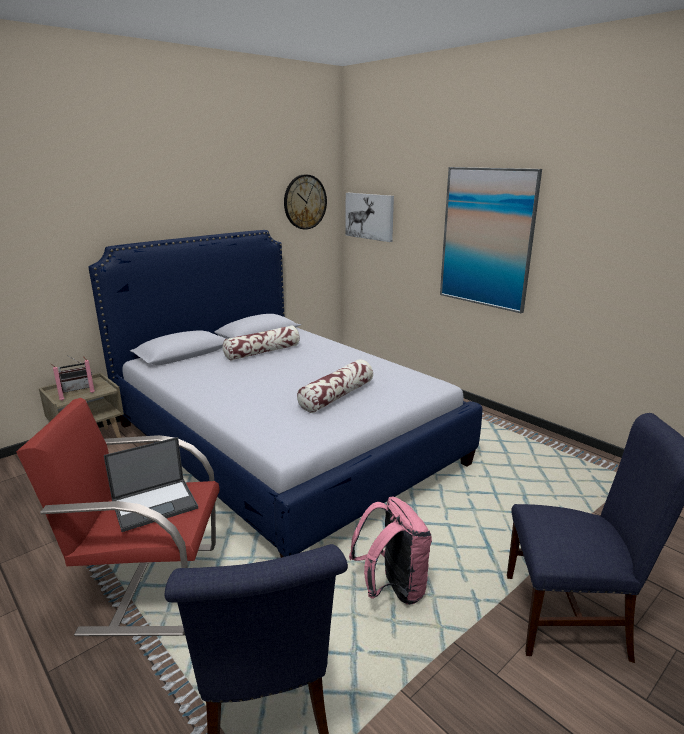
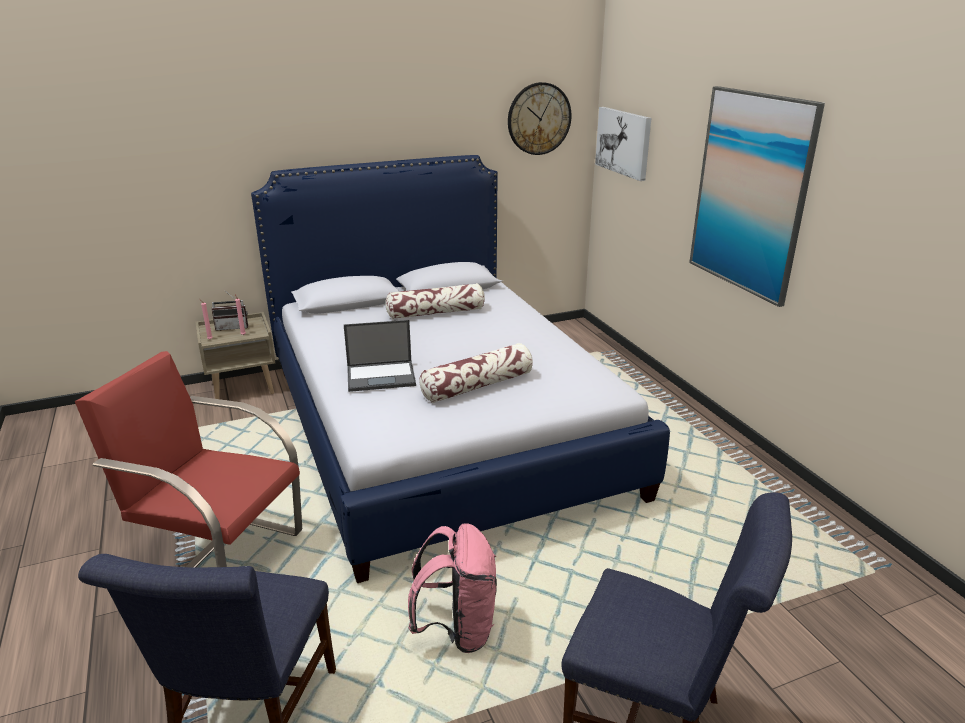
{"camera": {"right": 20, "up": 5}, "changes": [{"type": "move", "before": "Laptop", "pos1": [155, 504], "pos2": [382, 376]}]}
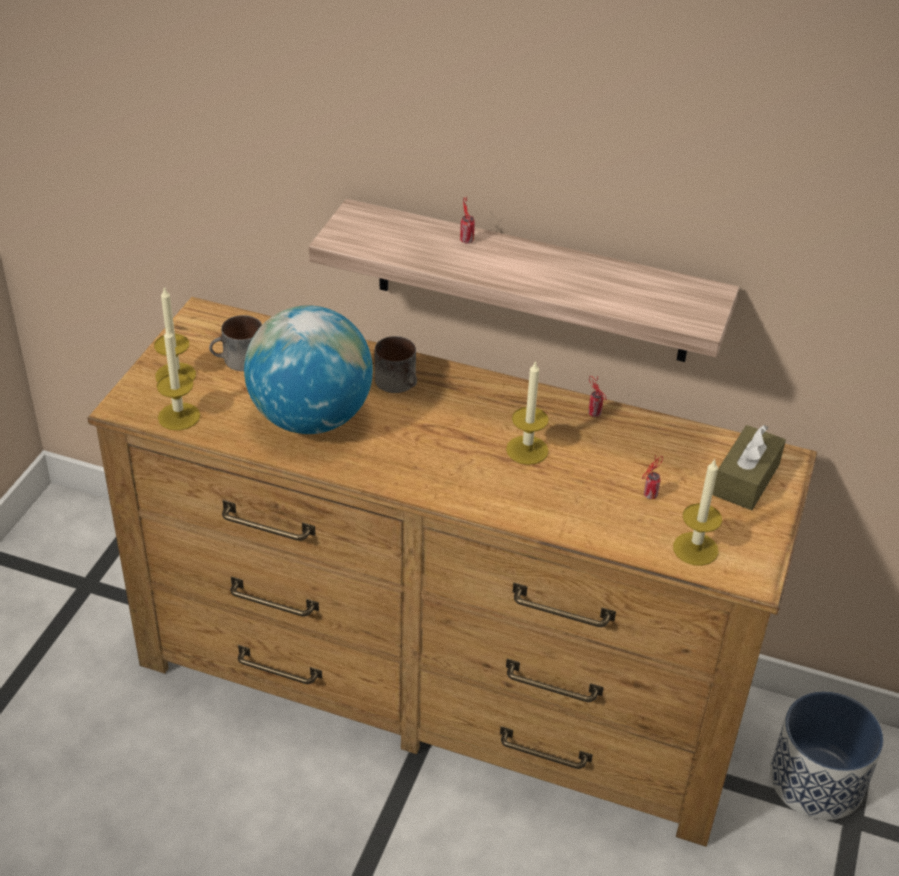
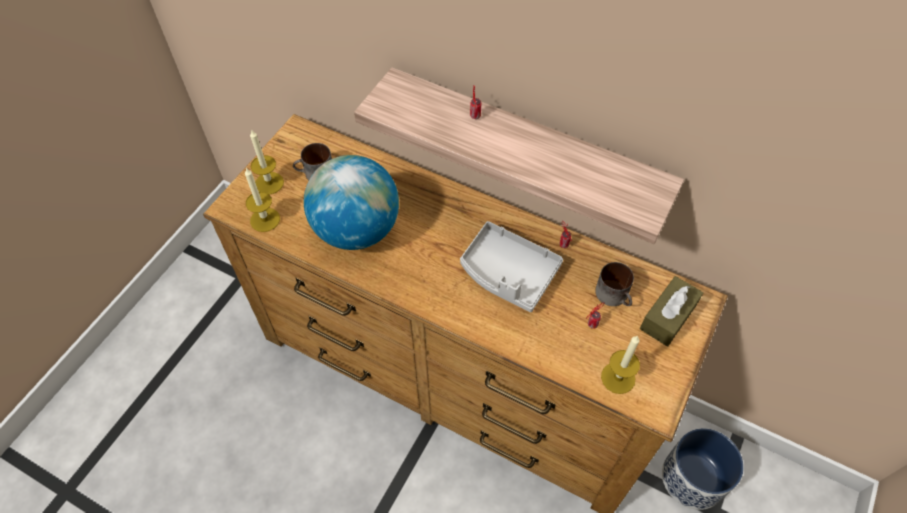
{"camera": {"right": 10, "up": 15}, "changes": [{"type": "move", "before": "Henkelbecher", "pos1": [400, 382], "pos2": [615, 295]}, {"type": "replace", "before": "Kerze", "after": "Tablett [grau]", "pos1": [527, 450], "pos2": [508, 273]}]}
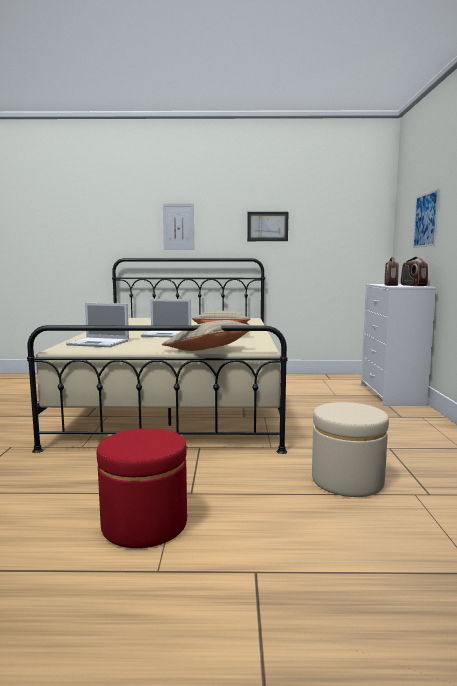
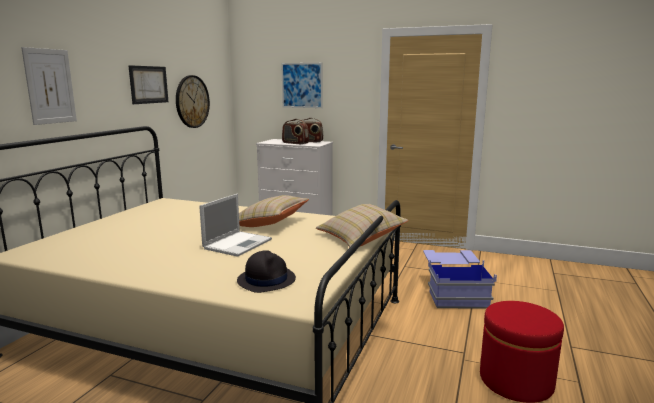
{"camera": {"right": -70, "up": 5}, "changes": [{"type": "replace", "before": "Laptop", "after": "Hut [schwarz]", "pos1": [99, 343], "pos2": [266, 279]}, {"type": "replace", "before": "Polsterhocker [beige]", "after": "Aufbewahrungsbox [blau]", "pos1": [347, 481], "pos2": [453, 292]}, {"type": "insert", "after": "Wanduhr", "pos2": [192, 101]}]}
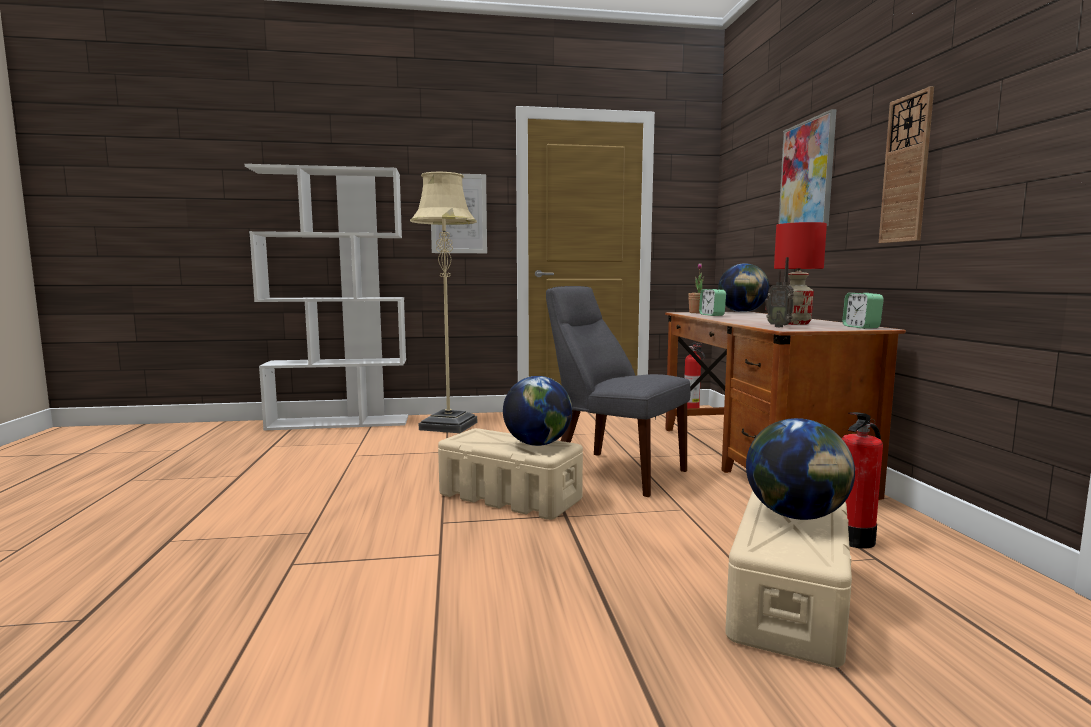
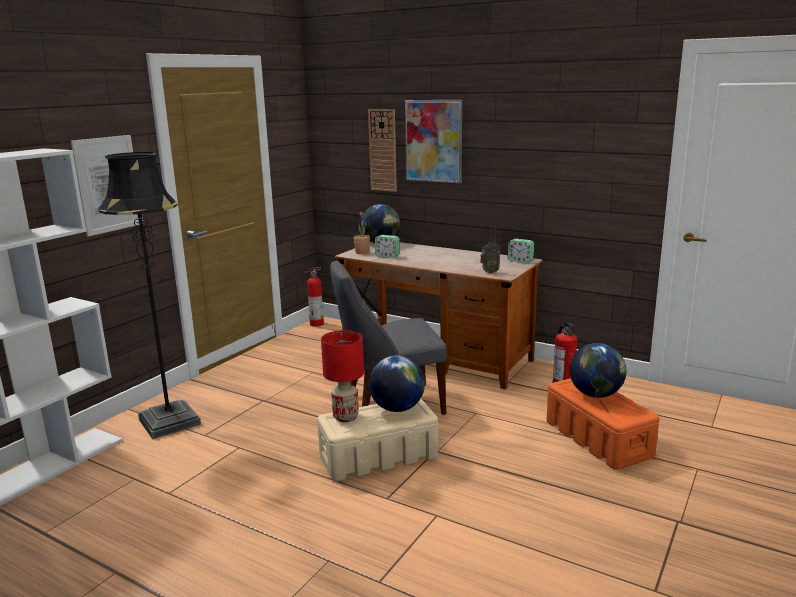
{"camera": {"right": -50, "up": 10}, "changes": [{"type": "move", "before": "Wanduhr", "pos1": [906, 169], "pos2": [383, 150]}, {"type": "recolor", "before": "Stehlampe [beige]", "after": "Stehlampe [schwarz]", "pos1": [448, 426], "pos2": [170, 422]}, {"type": "move", "before": "Tischlampe [rot]", "pos1": [794, 323], "pos2": [345, 417]}, {"type": "recolor", "before": "Aufbewahrungsbox [beige]", "after": "Aufbewahrungsbox [orange]", "pos1": [789, 599], "pos2": [597, 438]}]}
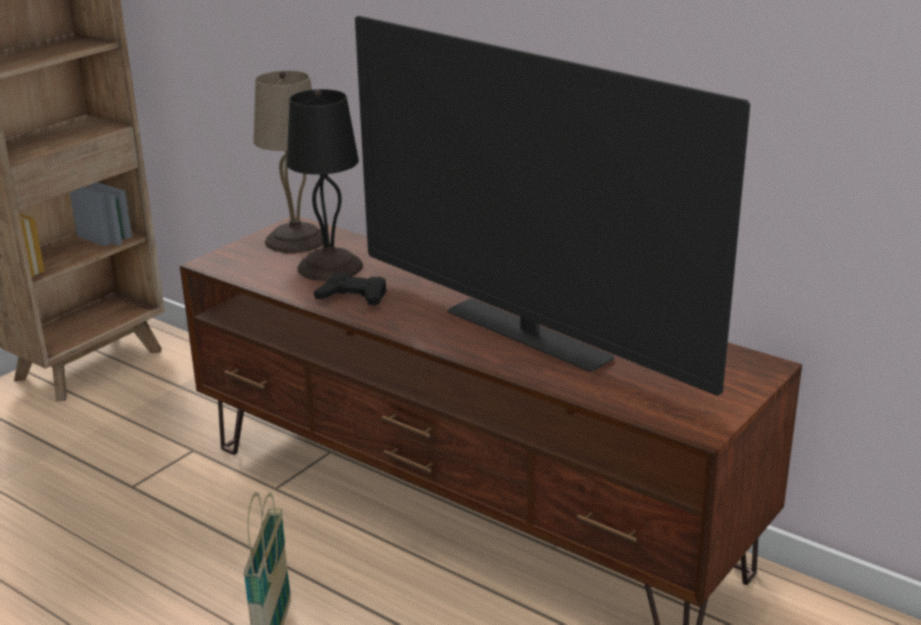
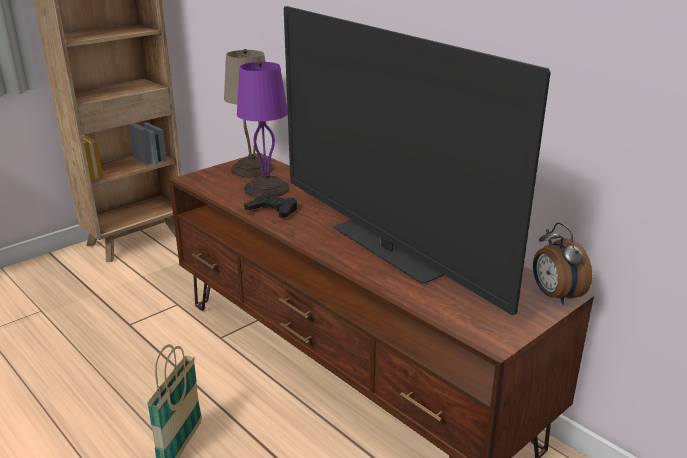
{"camera": {"right": 10, "up": 0}, "changes": [{"type": "recolor", "before": "Tischlampe [schwarz]", "after": "Tischlampe [lila]", "pos1": [329, 266], "pos2": [266, 188]}, {"type": "insert", "after": "Wecker", "pos2": [554, 296]}]}
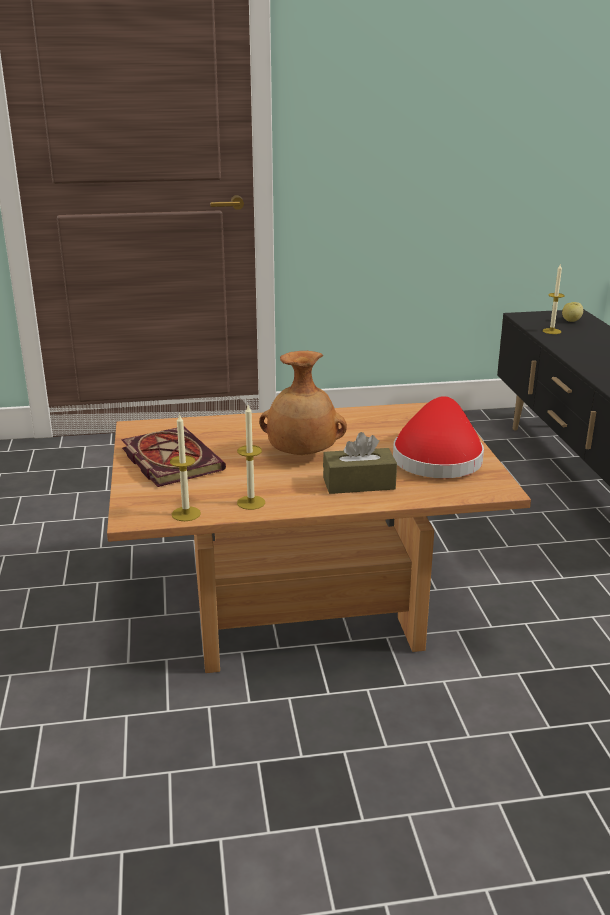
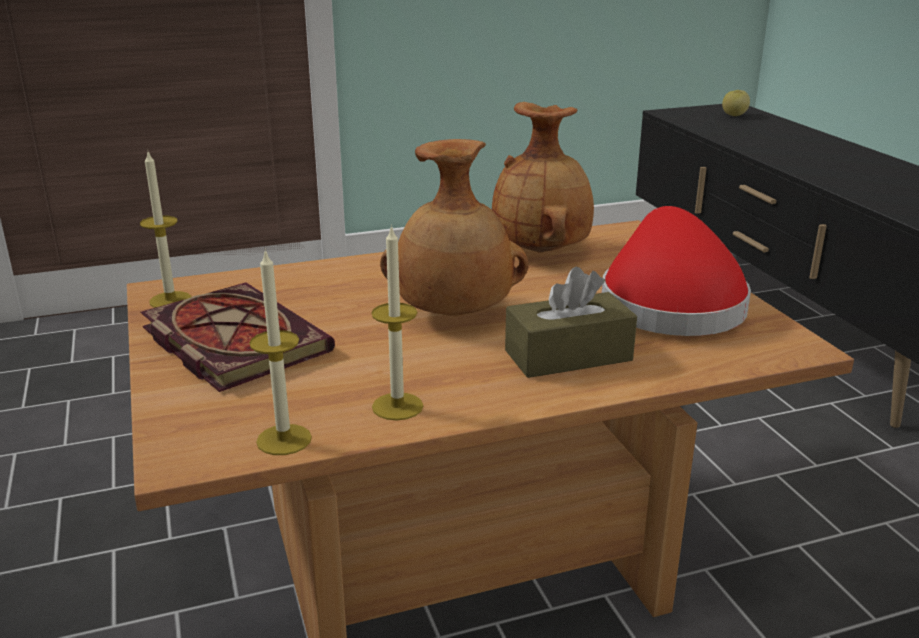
{"camera": {"right": -10, "up": 0}, "changes": [{"type": "move", "before": "Kerze", "pos1": [551, 331], "pos2": [170, 300]}, {"type": "insert", "after": "Vase [braun]", "pos2": [542, 251]}]}
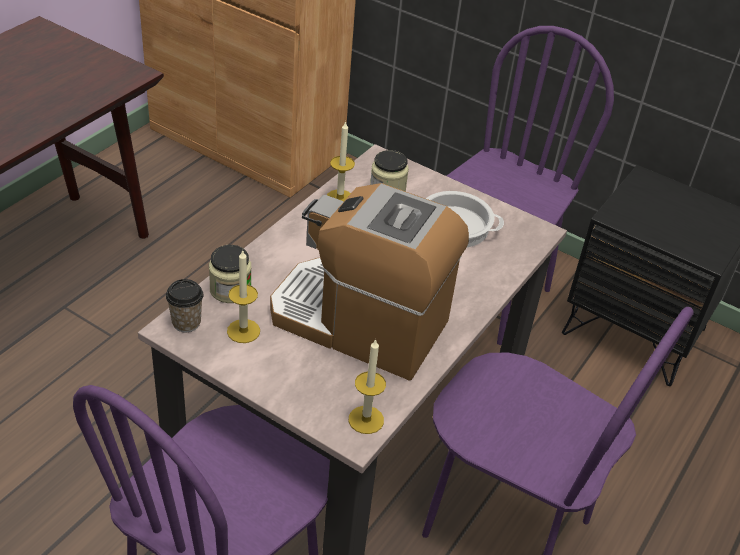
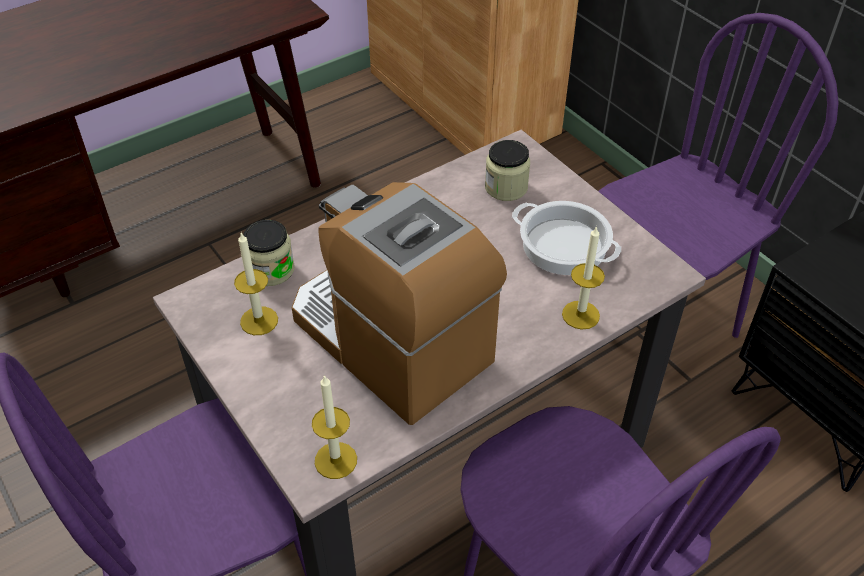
{"camera": {"right": 25, "up": 5}, "changes": [{"type": "move", "before": "Kerze", "pos1": [339, 198], "pos2": [580, 315]}, {"type": "delete", "before": "Tasse", "pos1": [186, 323]}]}
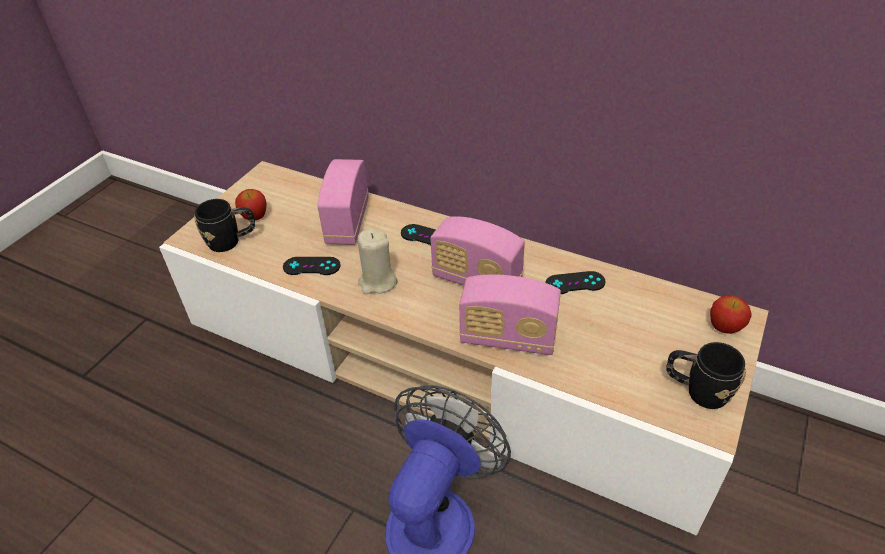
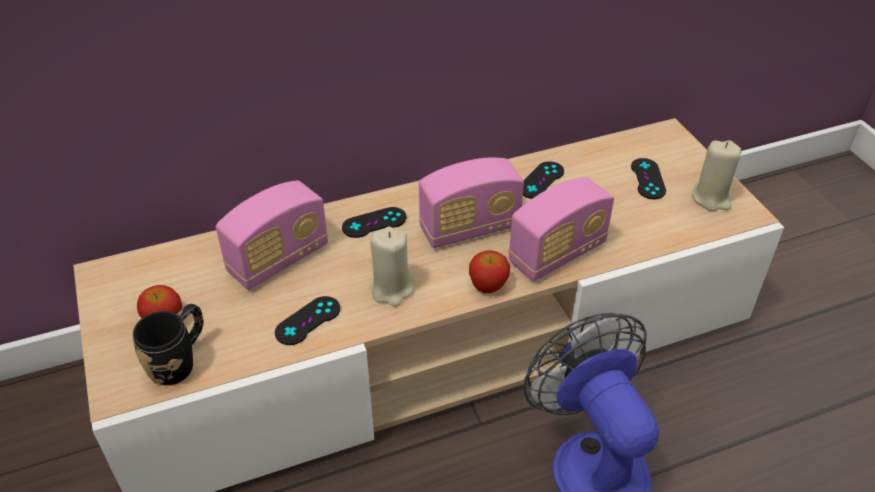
{"camera": {"right": -50, "up": 0}, "changes": [{"type": "rotate", "before": "Radio", "pos1": [347, 222], "pos2": [278, 259], "turn": -90}, {"type": "move", "before": "Apfel", "pos1": [725, 327], "pos2": [488, 285]}, {"type": "replace", "before": "Henkelbecher [schwarz]", "after": "Kerze [beige]", "pos1": [697, 391], "pos2": [711, 198]}, {"type": "insert", "after": "Gamepad [schwarz]", "pos2": [648, 179]}]}
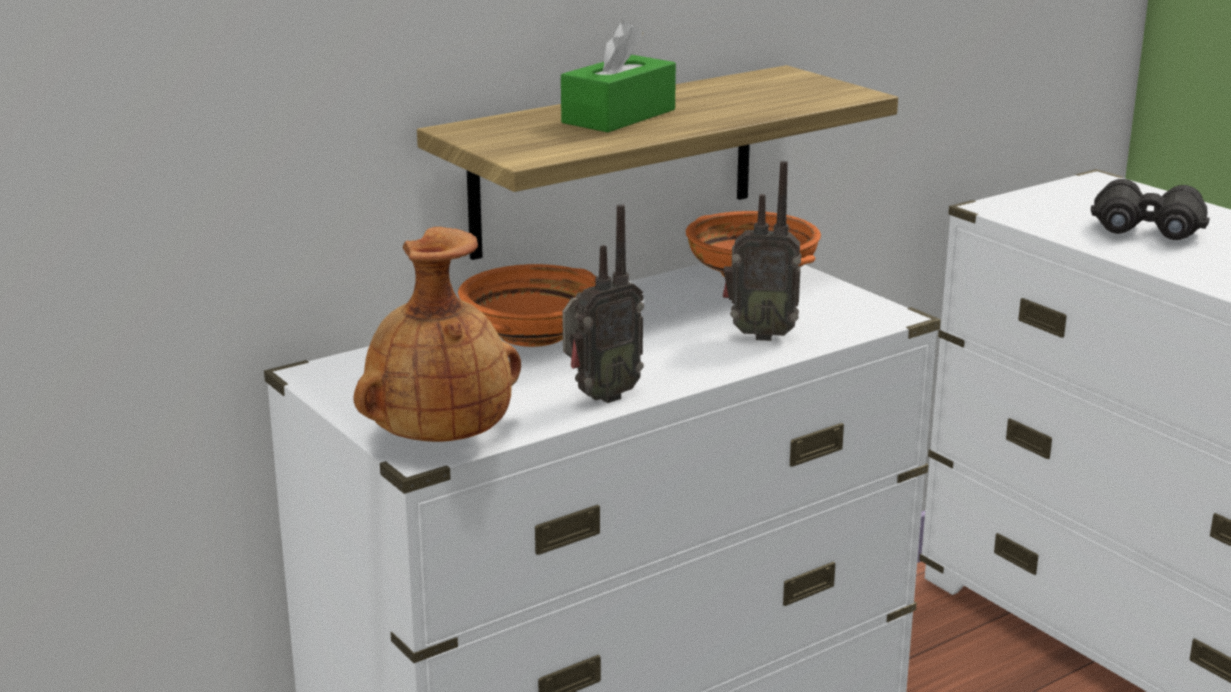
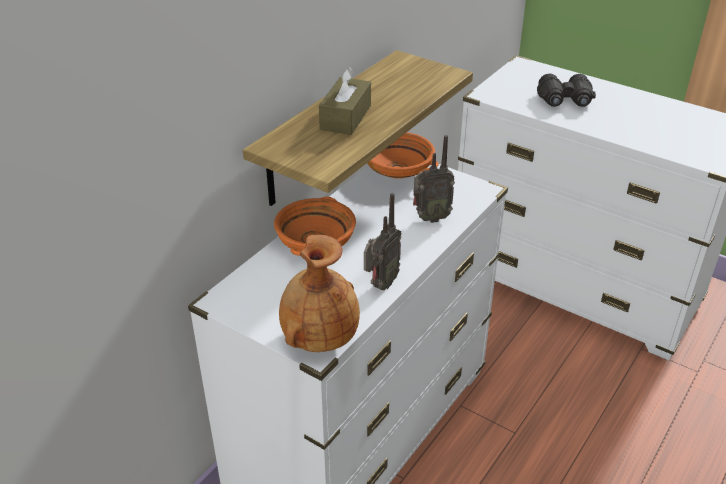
{"camera": {"right": -20, "up": 15}, "changes": [{"type": "recolor", "before": "Taschentuchbox [grün]", "after": "Taschentuchbox [braun]", "pos1": [619, 116], "pos2": [345, 117]}]}
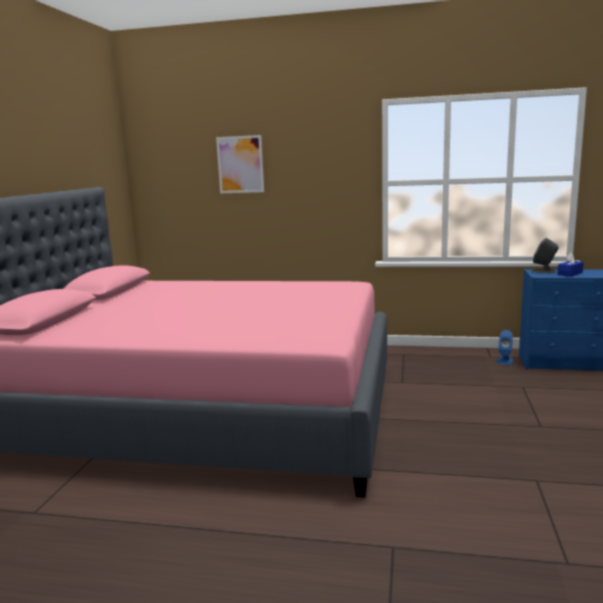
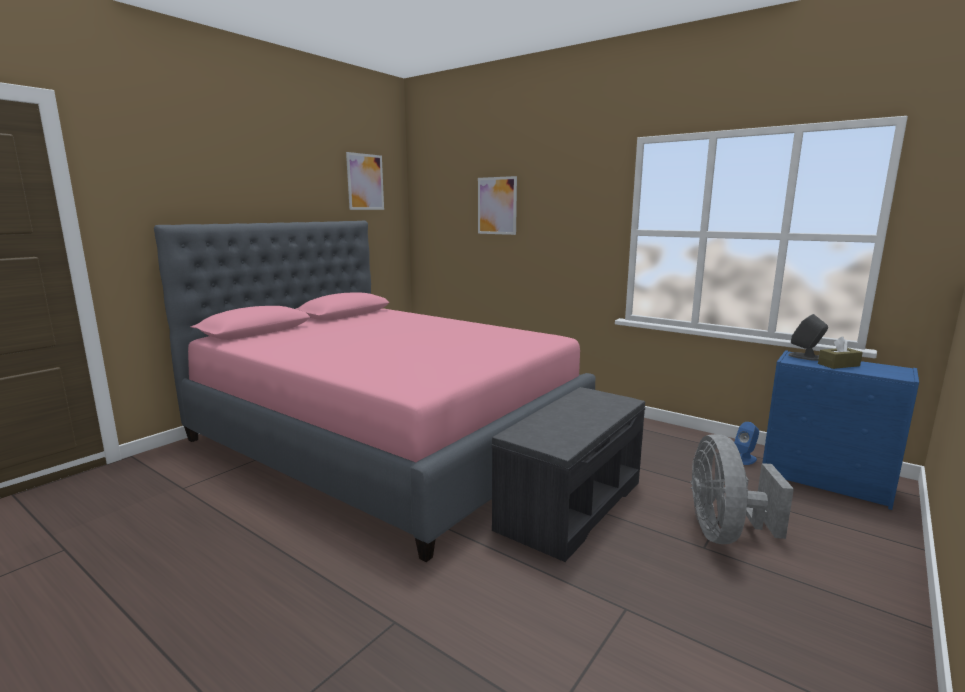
{"camera": {"right": 25, "up": 0}, "changes": [{"type": "recolor", "before": "Taschentuchbox [blau]", "after": "Taschentuchbox [braun]", "pos1": [570, 274], "pos2": [838, 365]}, {"type": "insert", "after": "Bild", "pos2": [365, 182]}, {"type": "insert", "after": "Bank [grau]", "pos2": [570, 503]}, {"type": "insert", "after": "Ventilator [grau]", "pos2": [725, 533]}]}
